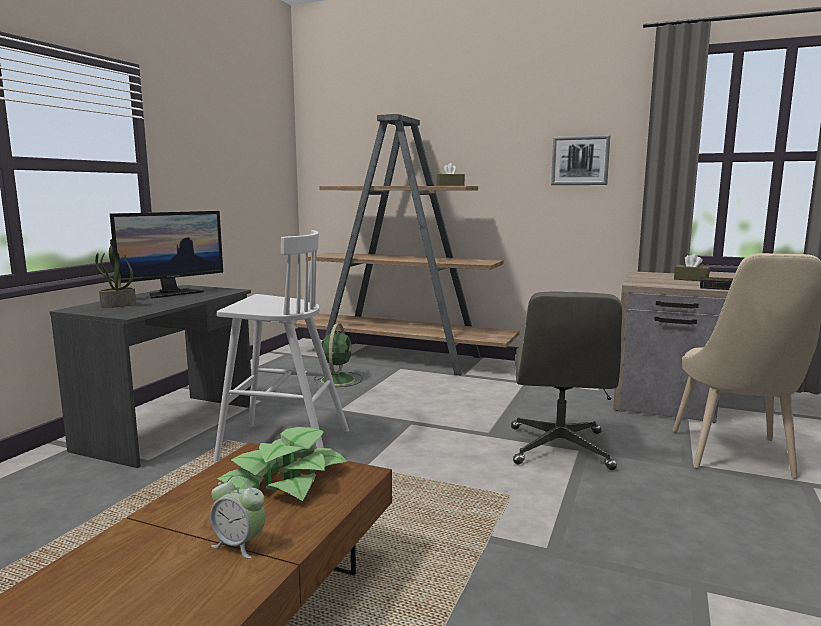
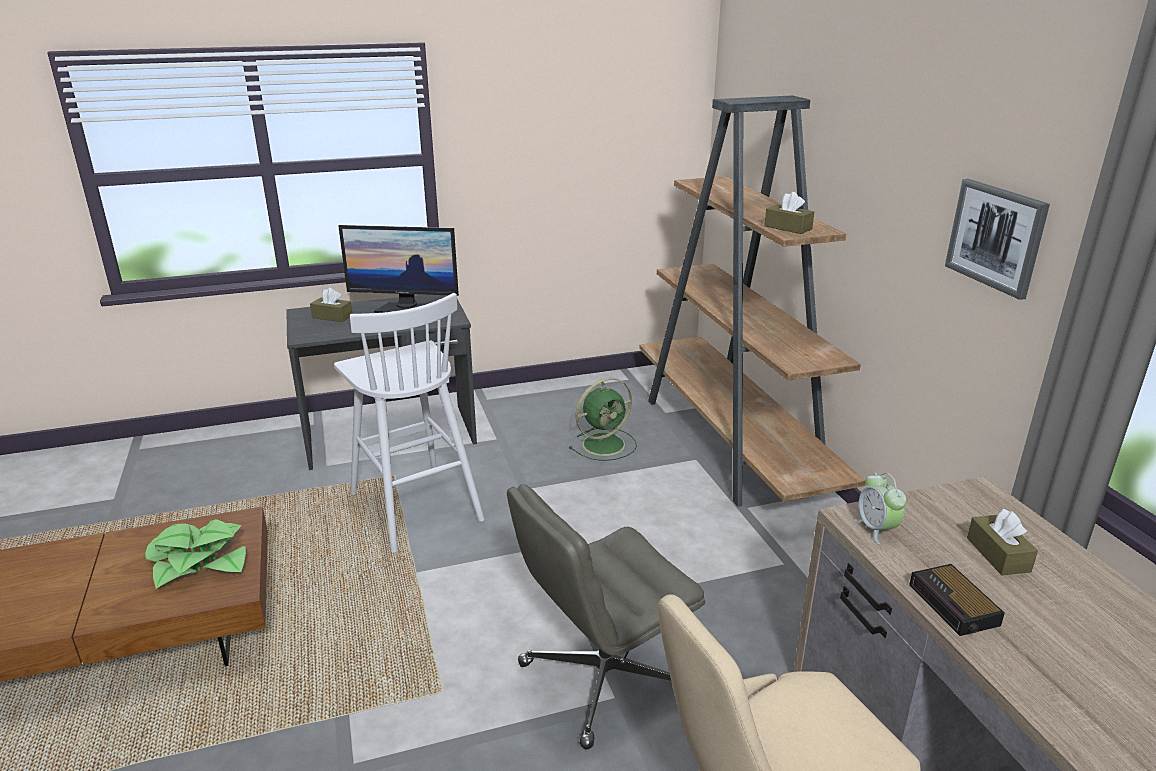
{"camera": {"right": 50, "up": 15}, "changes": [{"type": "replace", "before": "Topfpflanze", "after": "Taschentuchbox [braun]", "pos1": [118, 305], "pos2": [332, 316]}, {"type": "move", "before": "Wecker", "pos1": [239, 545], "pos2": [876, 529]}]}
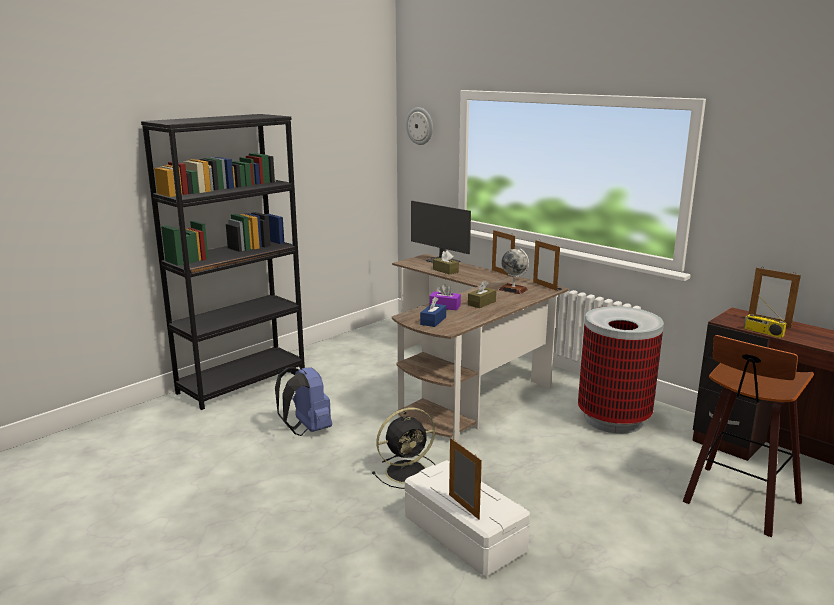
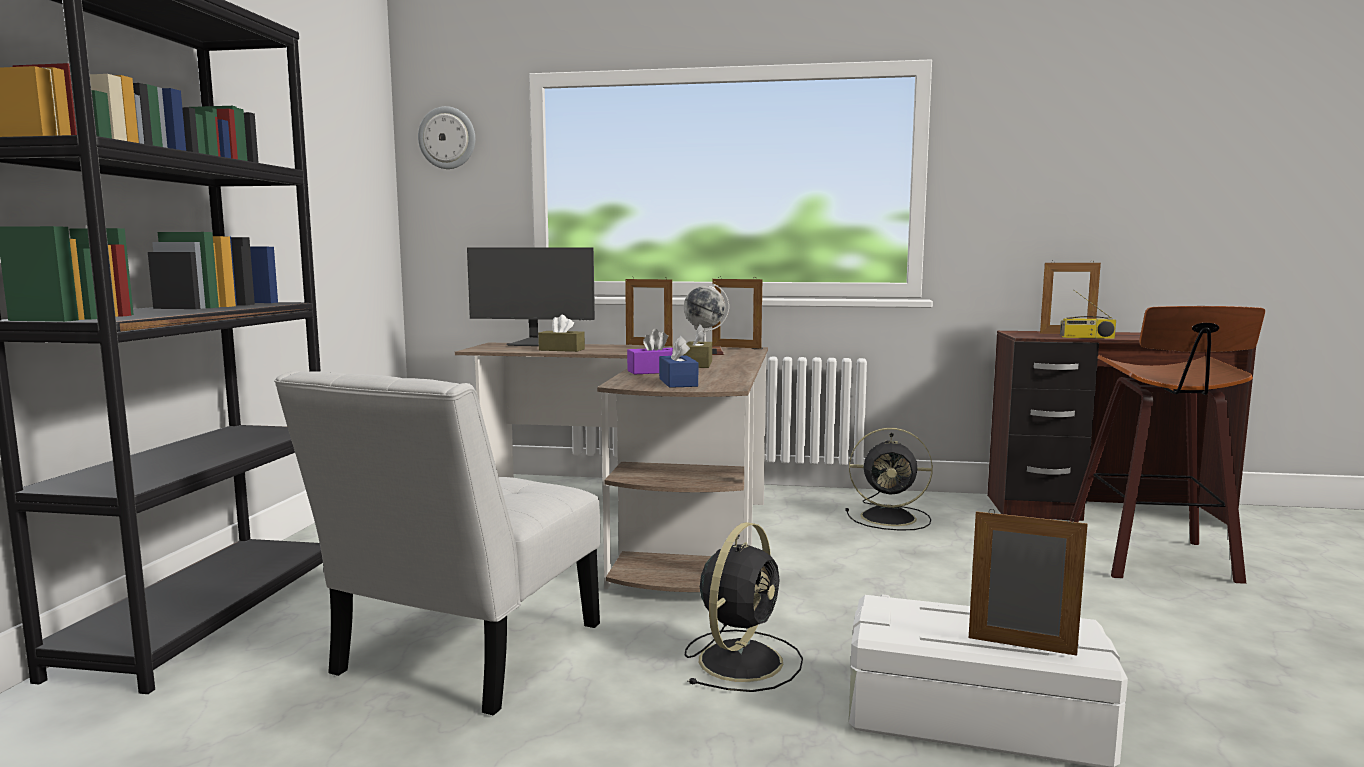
{"camera": {"right": -35, "up": -10}, "changes": [{"type": "replace", "before": "Mülleimer", "after": "Ventilator [schwarz]", "pos1": [614, 419], "pos2": [891, 518]}, {"type": "replace", "before": "Rucksack [blau]", "after": "Stuhl [weiß]", "pos1": [307, 429], "pos2": [461, 656]}]}
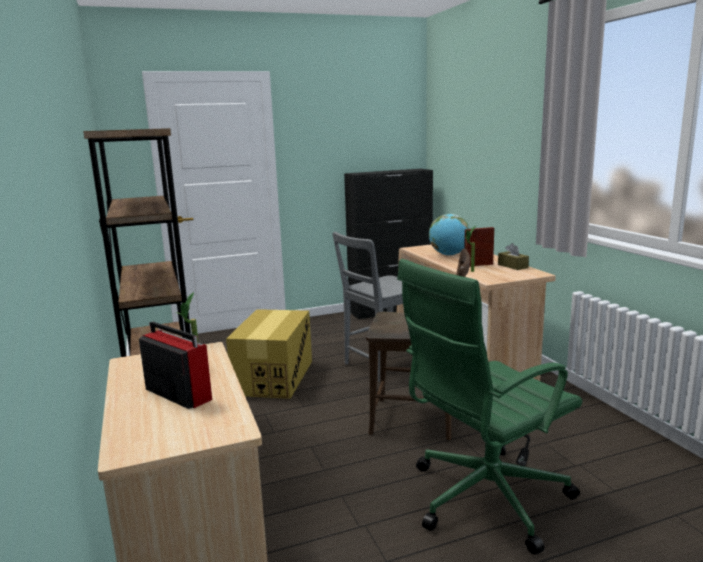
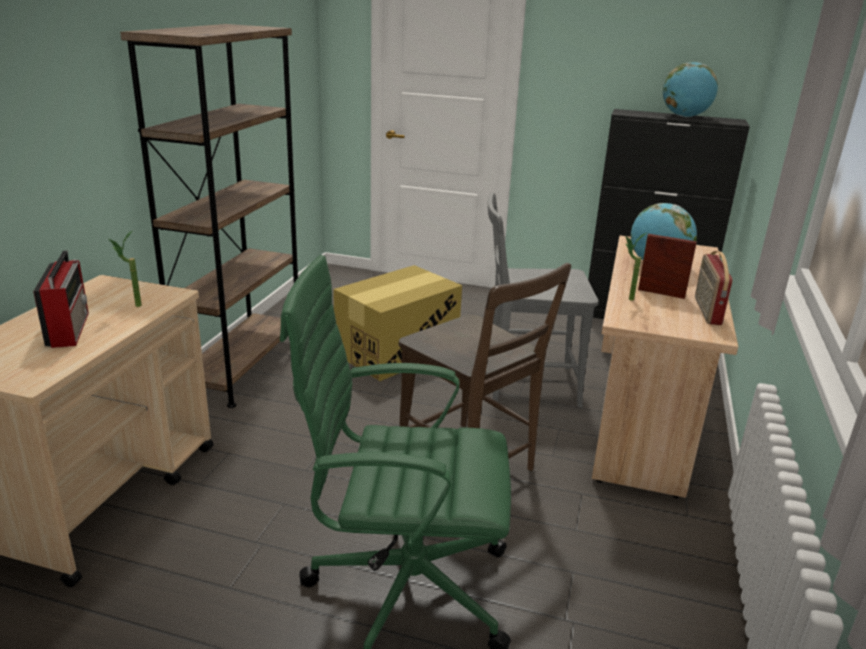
{"camera": {"right": 35, "up": 10}, "changes": [{"type": "replace", "before": "Taschentuchbox [braun]", "after": "Radio", "pos1": [512, 266], "pos2": [706, 311]}, {"type": "insert", "after": "Globus", "pos2": [685, 117]}]}
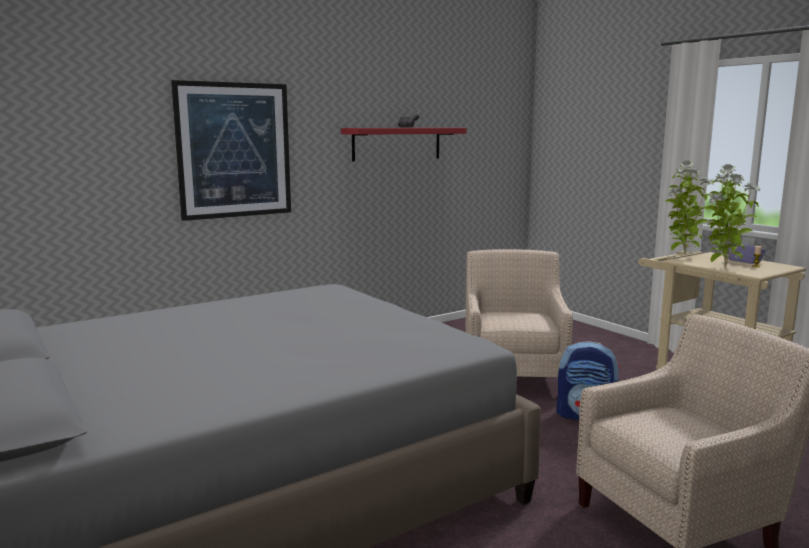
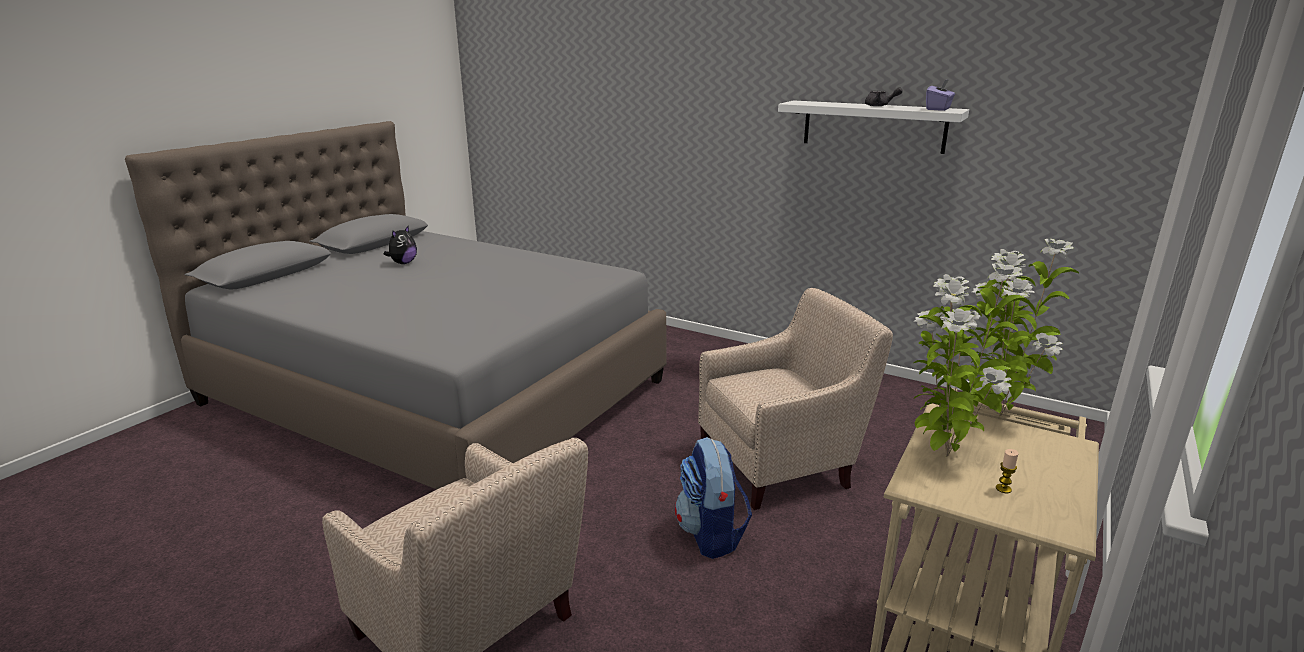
{"camera": {"right": 65, "up": 10}, "changes": [{"type": "delete", "before": "Bild", "pos1": [234, 150]}, {"type": "recolor", "before": "Wandregal [rot]", "after": "Wandregal [weiß]", "pos1": [397, 143], "pos2": [873, 126]}, {"type": "move", "before": "Taschentuchbox [lila]", "pos1": [744, 261], "pos2": [938, 109]}, {"type": "insert", "after": "Plüschtier", "pos2": [403, 263]}]}
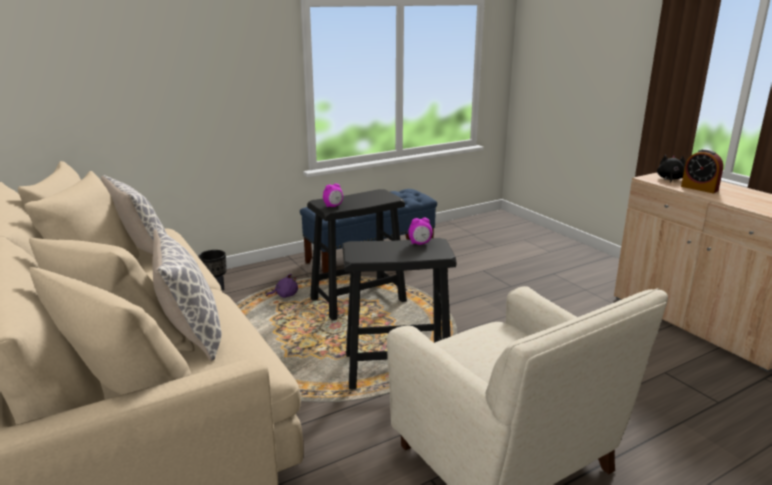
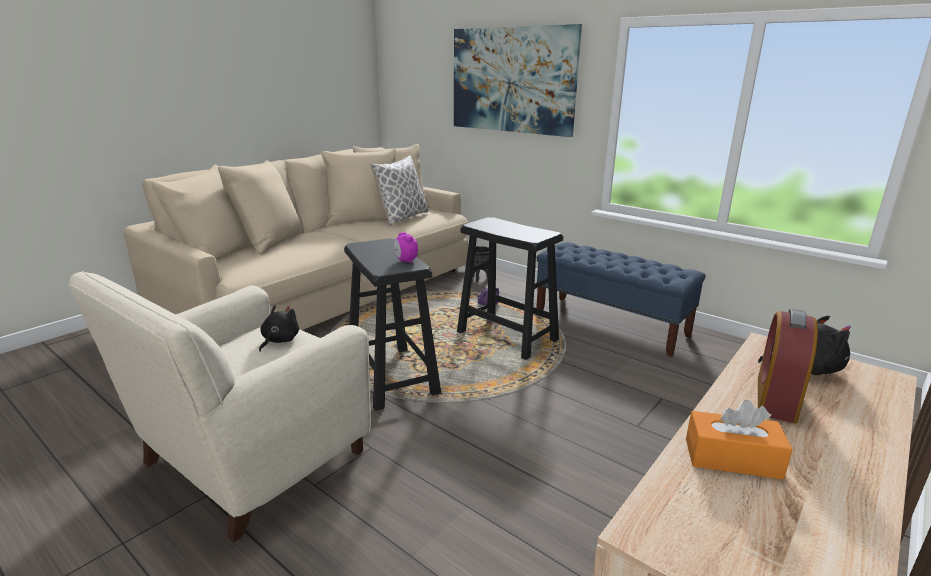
{"camera": {"right": 70, "up": 0}, "changes": [{"type": "delete", "before": "Wecker", "pos1": [333, 206]}, {"type": "delete", "before": "Kissen", "pos1": [192, 336]}, {"type": "insert", "after": "Bild", "pos2": [512, 80]}, {"type": "insert", "after": "Plüschtier [schwarz]", "pos2": [279, 341]}, {"type": "insert", "after": "Taschentuchbox [orange]", "pos2": [732, 458]}]}
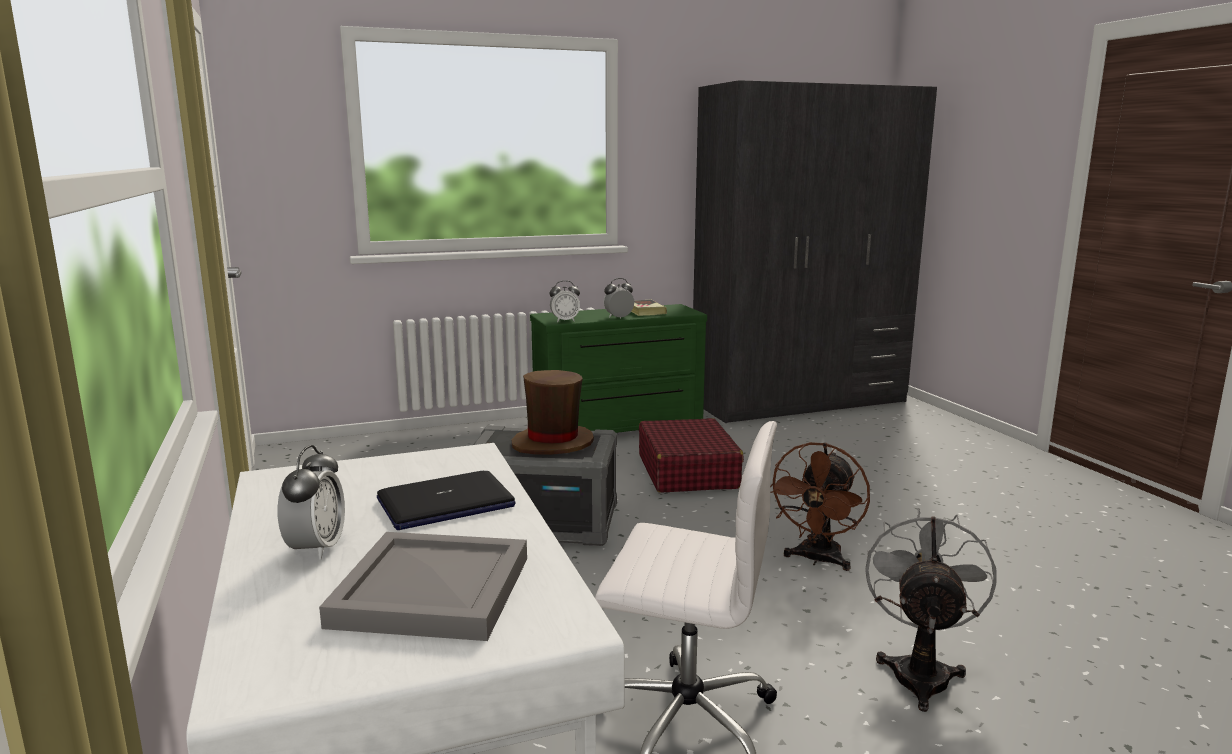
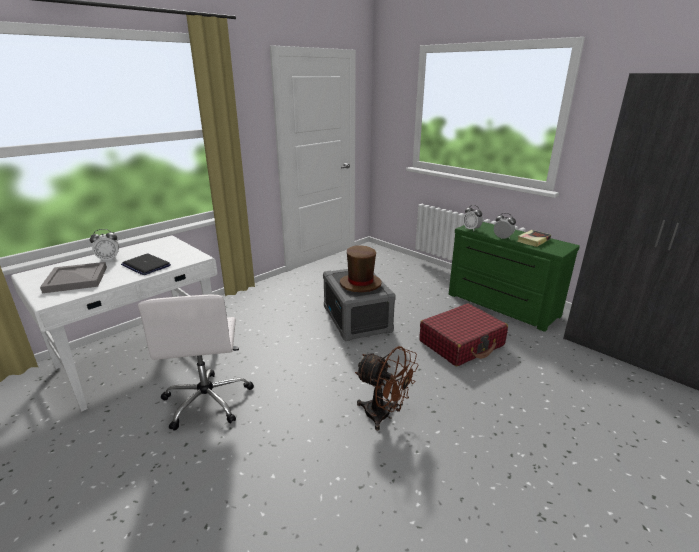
{"camera": {"right": 65, "up": 10}, "changes": [{"type": "rotate", "before": "Ventilator [braun]", "pos1": [817, 560], "pos2": [384, 415], "turn": -150}, {"type": "delete", "before": "Ventilator [grau]", "pos1": [920, 671]}]}
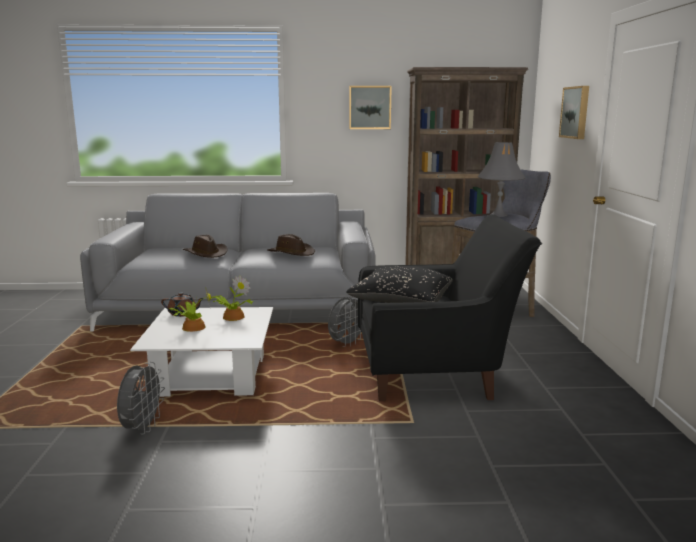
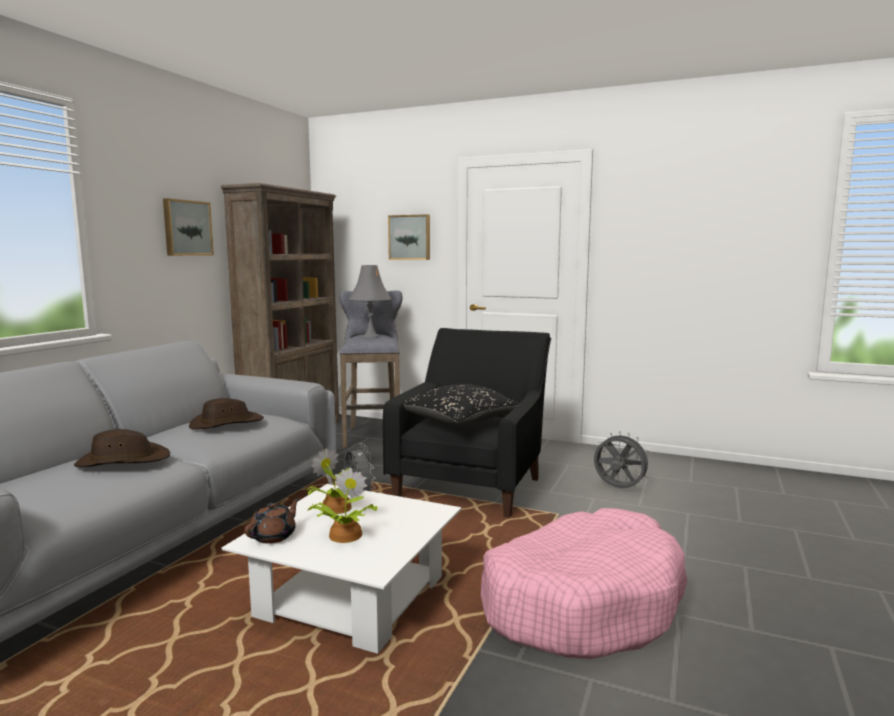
{"camera": {"right": -65, "up": -5}, "changes": [{"type": "move", "before": "Ventilator [grau]", "pos1": [142, 428], "pos2": [618, 489]}, {"type": "insert", "after": "Hundebett [rosa]", "pos2": [581, 602]}]}
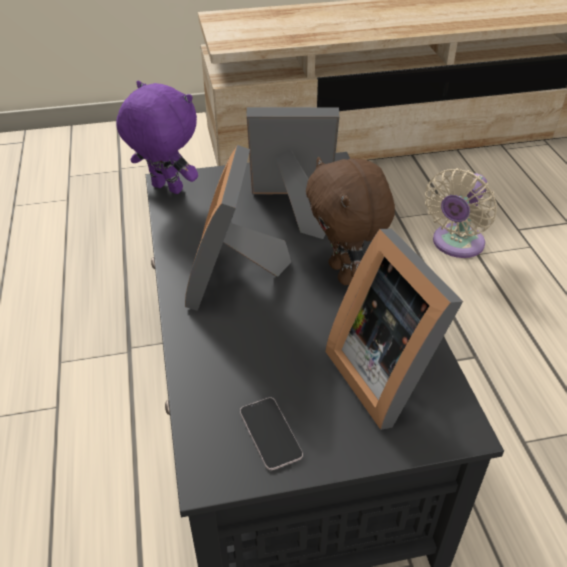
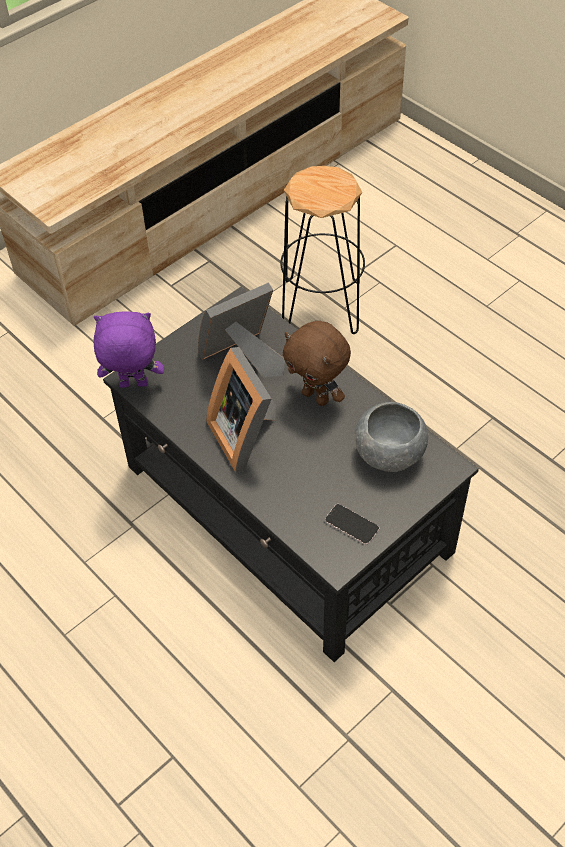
{"camera": {"right": -30, "up": 10}, "changes": [{"type": "replace", "before": "Ventilator [beige]", "after": "Hocker [schwarz]", "pos1": [455, 244], "pos2": [322, 306]}, {"type": "replace", "before": "Bilderrahmen", "after": "Schüssel [grau]", "pos1": [387, 372], "pos2": [390, 453]}]}
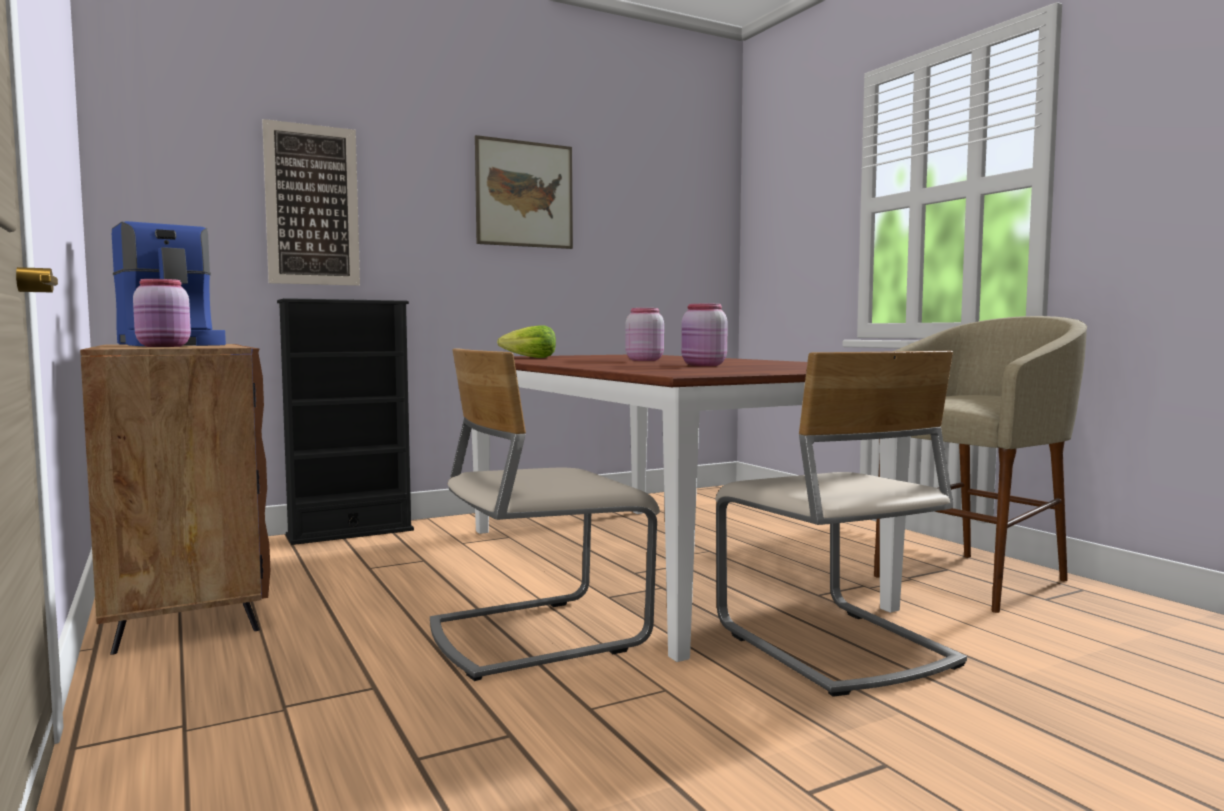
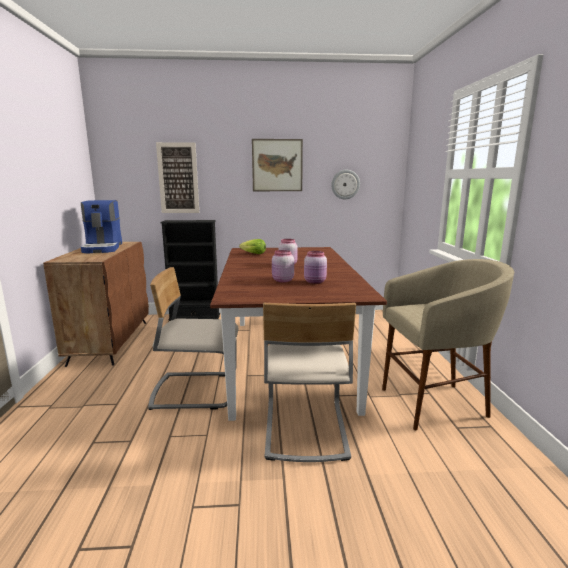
{"camera": {"right": 25, "up": 10}, "changes": [{"type": "move", "before": "Vorratsglas [rosa]", "pos1": [164, 346], "pos2": [315, 282]}, {"type": "insert", "after": "Wanduhr", "pos2": [345, 184]}]}
